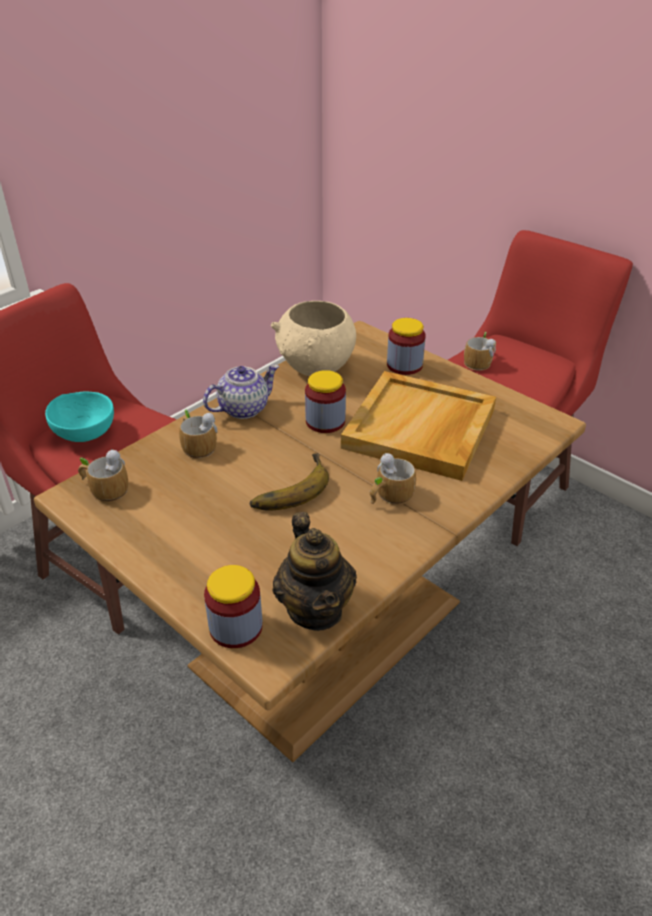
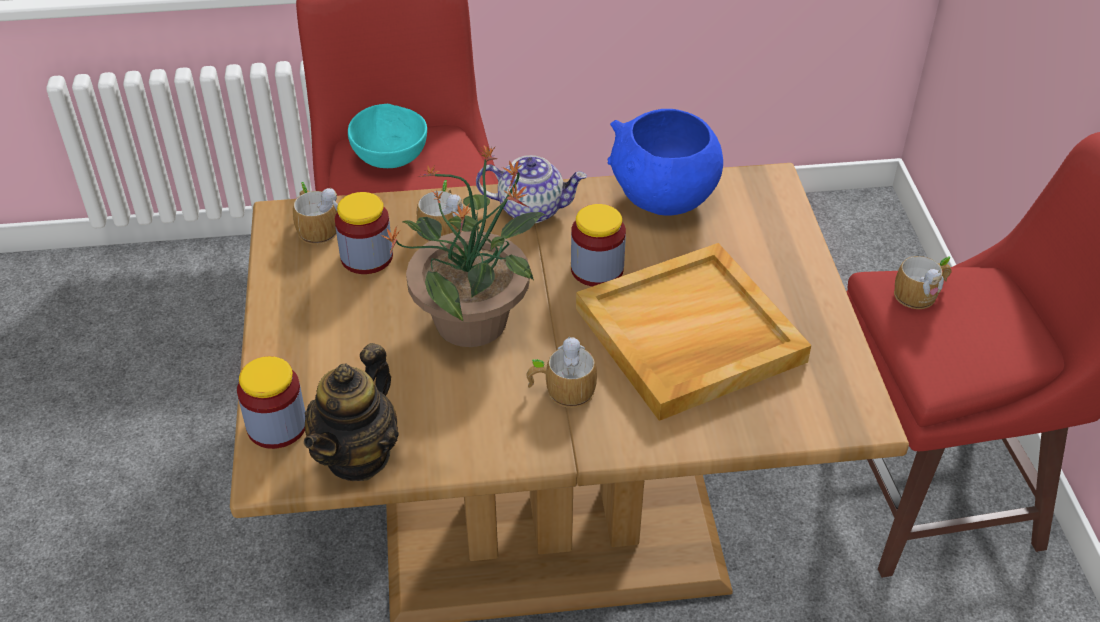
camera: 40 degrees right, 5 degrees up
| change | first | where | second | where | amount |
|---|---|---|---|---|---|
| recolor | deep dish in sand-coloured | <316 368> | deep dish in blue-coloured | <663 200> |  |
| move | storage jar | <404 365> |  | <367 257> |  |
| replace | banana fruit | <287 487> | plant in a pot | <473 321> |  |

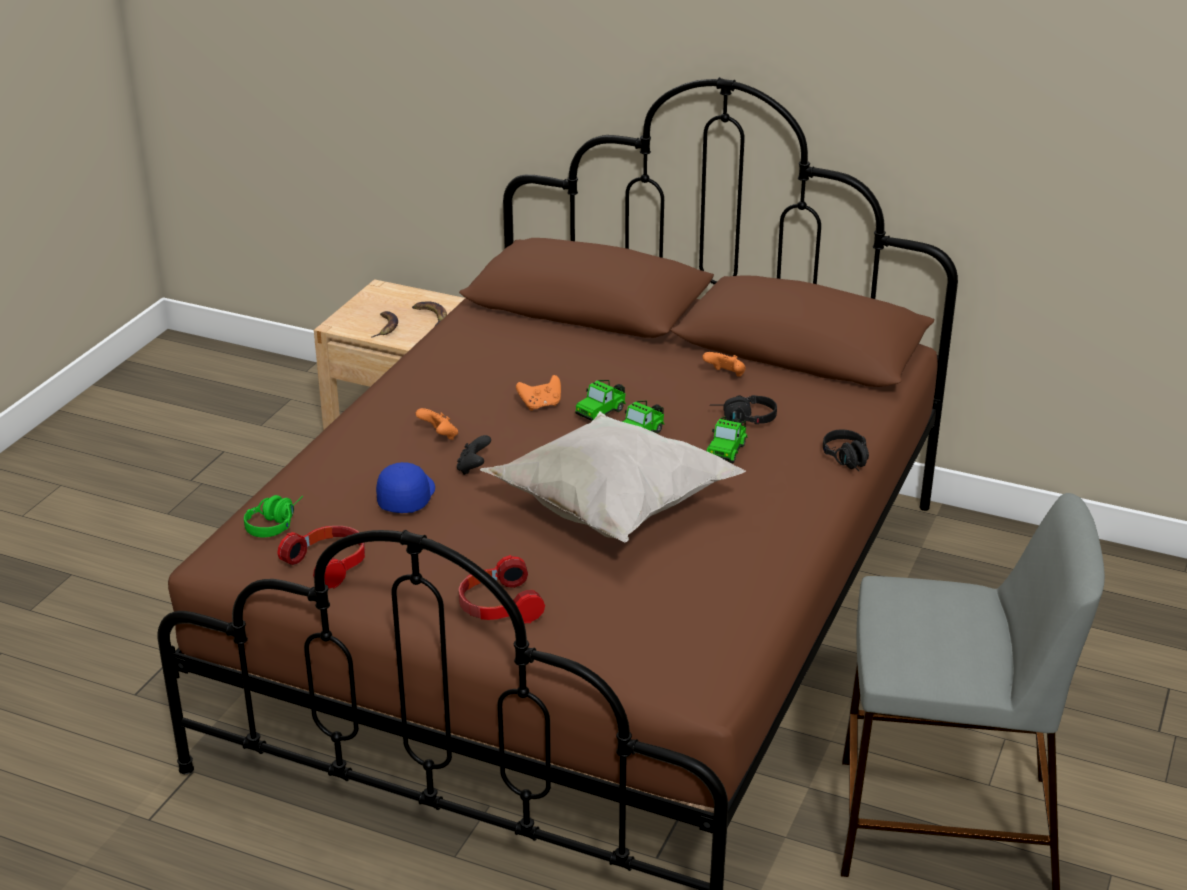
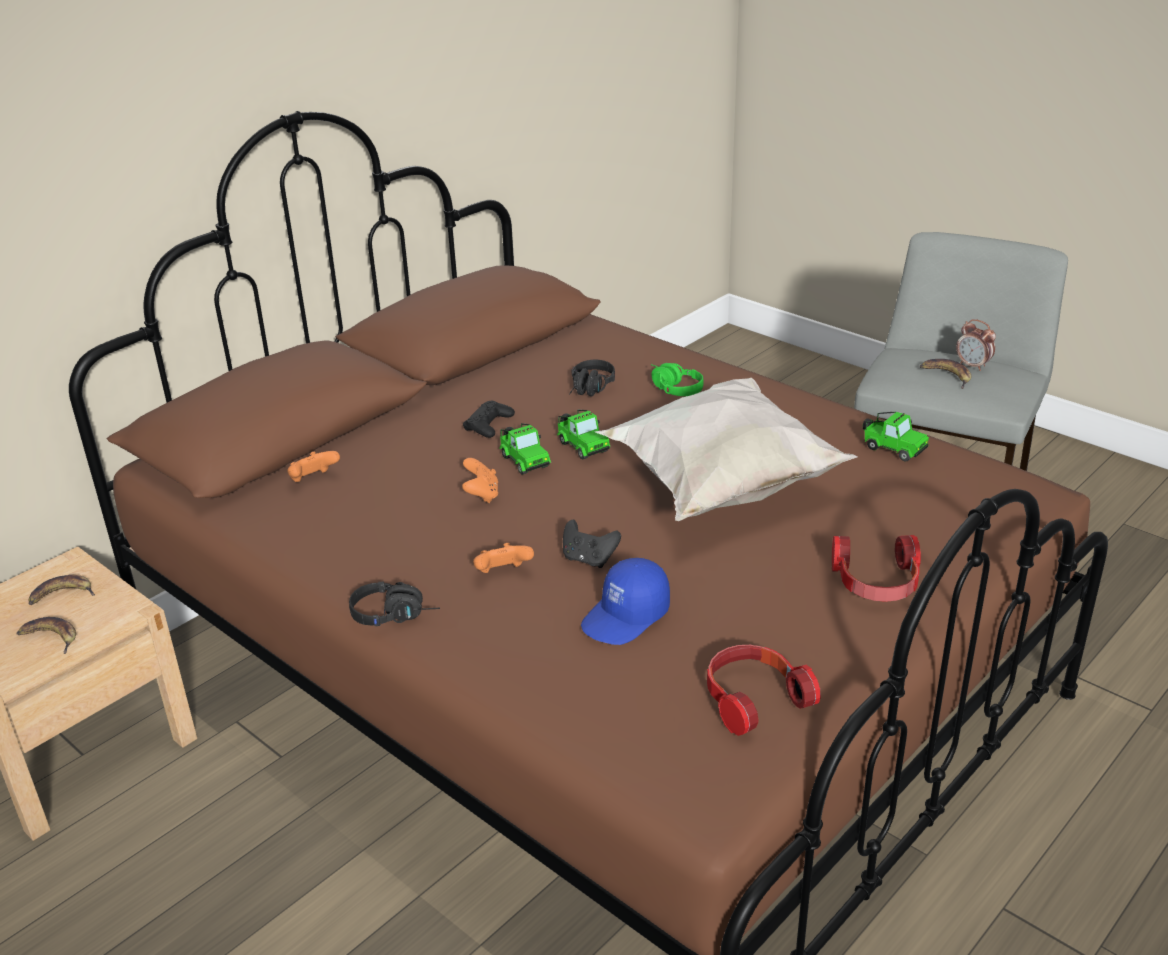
camera: 70 degrees left, 0 degrees up
| change | first | where | second | where | amount |
|---|---|---|---|---|---|
| move | gamepad in orangey | <725 375> |  | <313 480> |  |
| move | toy car | <727 450> |  | <891 448> |  |
| move | headset in black-coloured | <849 461> |  | <396 615> |  |
| rotate | cap in blue-coloured | <406 497> |  | <626 617> | 75 degrees counterclockwise |
| move | headset in green | <275 523> |  | <671 388> |  |
| insert |  |  | alarm clock | <973 366> |  |
| insert |  |  | banana fruit | <946 375> |  |
| insert |  |  | gamepad in black-coloured | <489 424> |  |

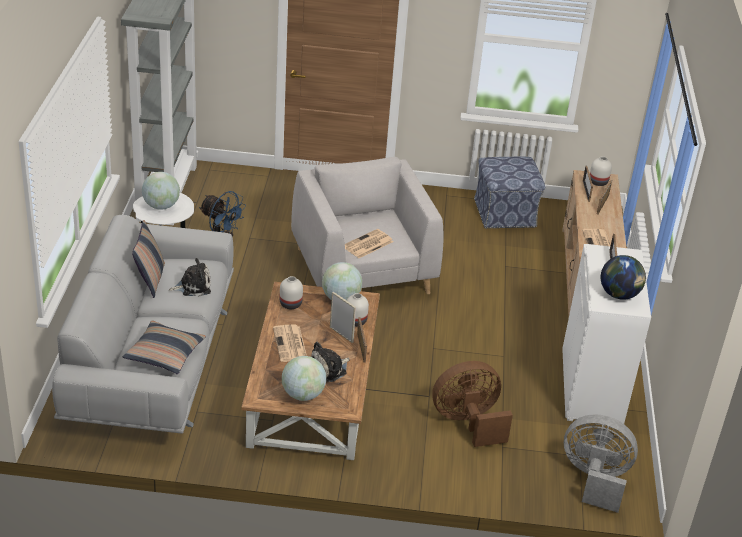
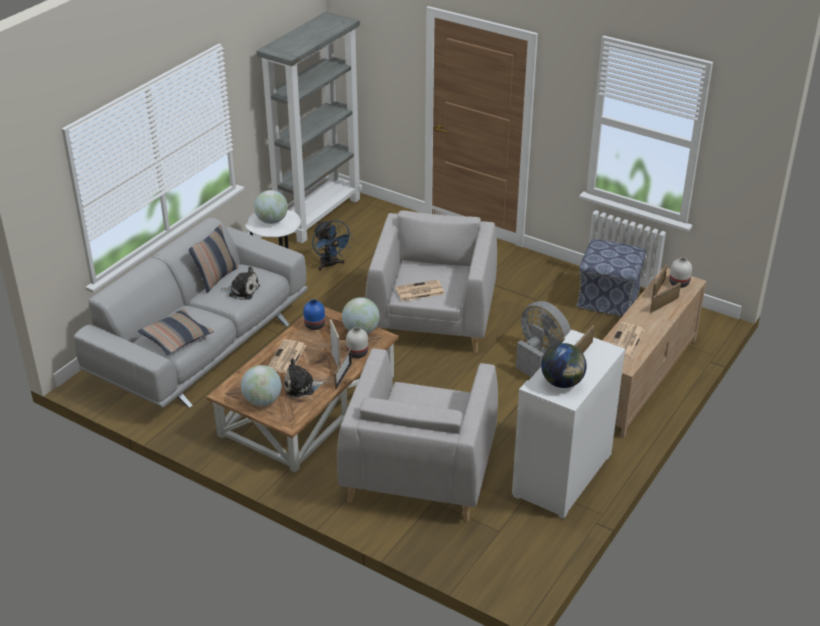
camera: 30 degrees right, 0 degrees up
| change | first | where | second | where | amount |
|---|---|---|---|---|---|
| recolor | decorative vase in white | <290 303> | decorative vase in blue-coloured | <315 325> |  |
| replace | fan in brown-coloured | <468 423> | lounge chair in greyish | <419 471> |  |
| move | fan in greyish | <594 479> |  | <540 358> |  |

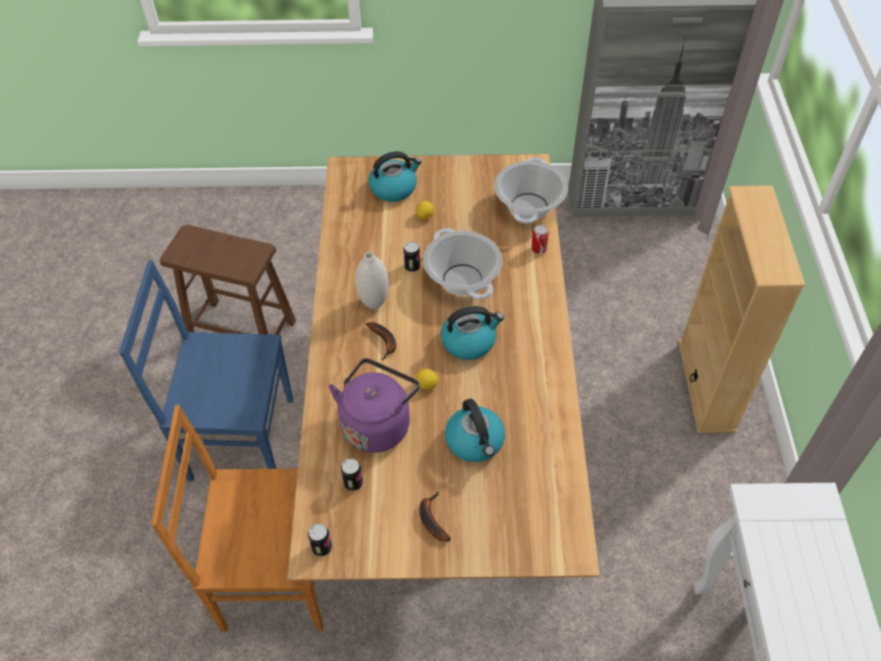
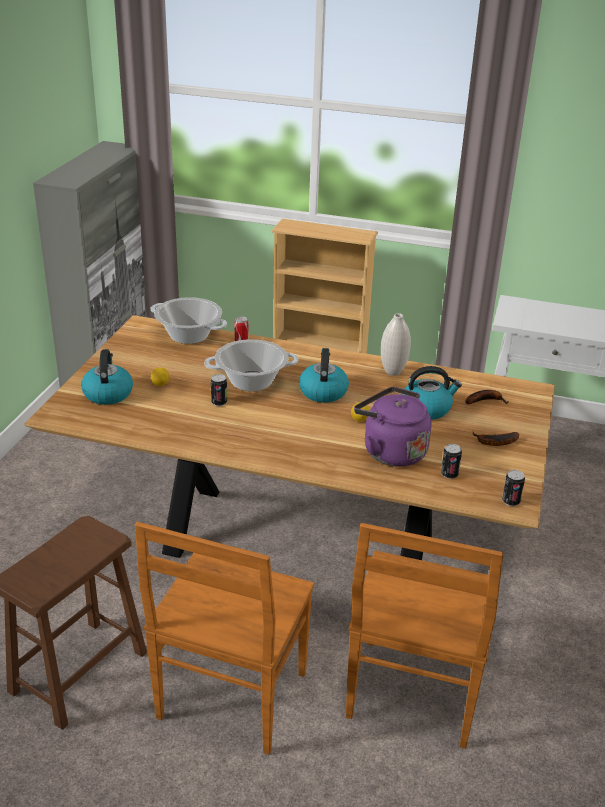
camera: 75 degrees left, 20 degrees down
| change | first | where | second | where | amount |
|---|---|---|---|---|---|
| move | decorative vase in white | <374 303> |  | <393 372> |  |
| recolor | chair in blue-coloured | <238 438> | chair in brown-coloured | <230 698> |  |
| move | banana fruit | <384 342> |  | <485 400> |  |

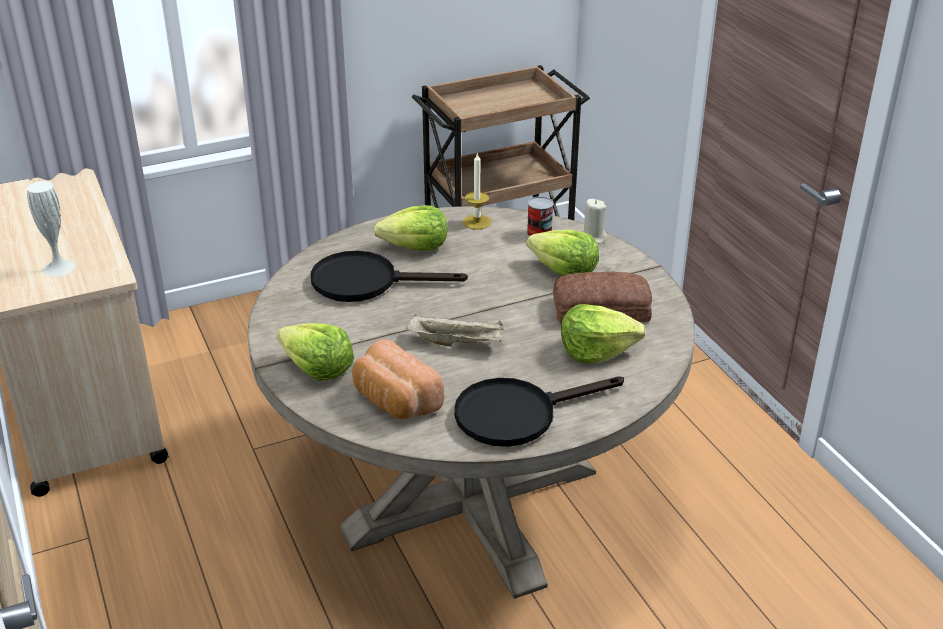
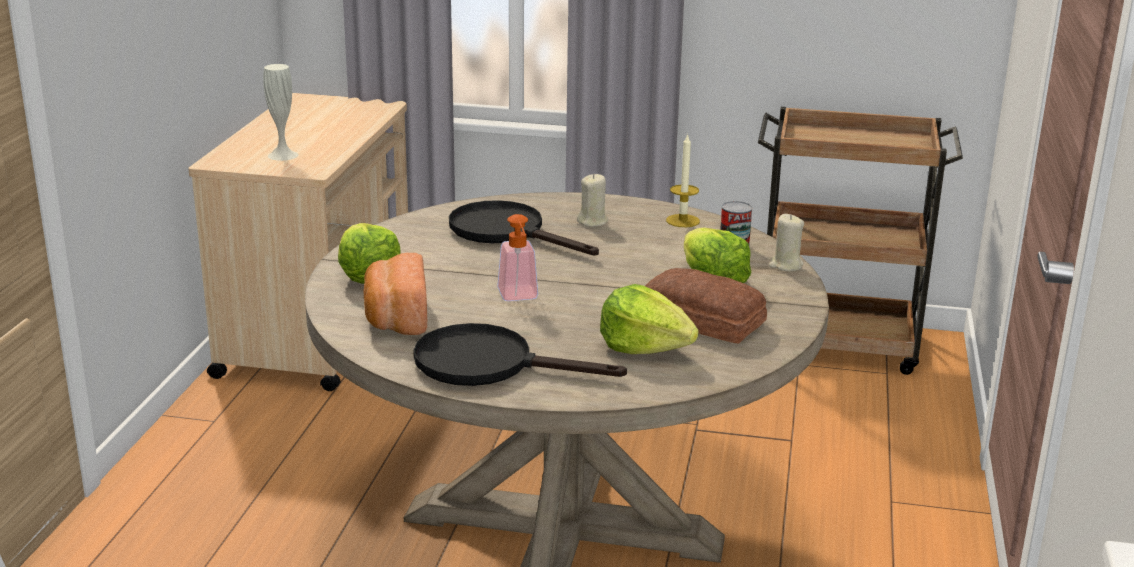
camera: 35 degrees right, 10 degrees down
| change | first | where | second | where | amount |
|---|---|---|---|---|---|
| replace | lettuce head | <415 247> | candle in sand-coloured | <592 222> |  |
| replace | tray in sand-coloured | <457 342> | soap bottle | <519 297> |  |

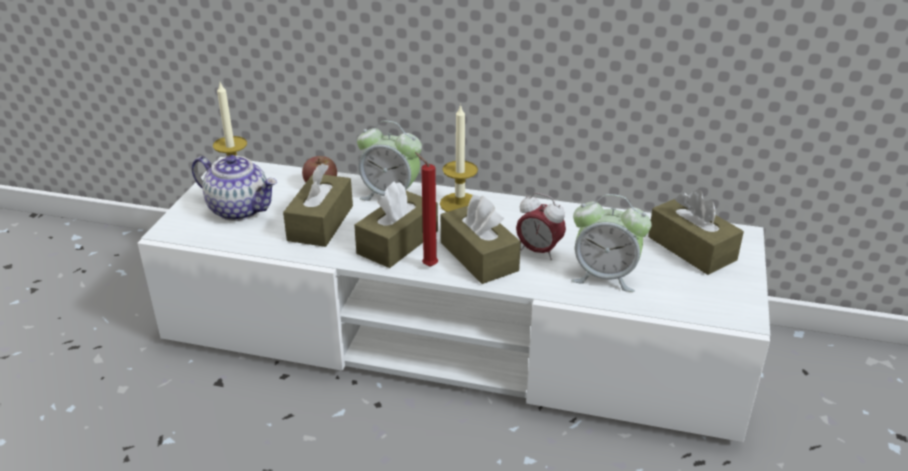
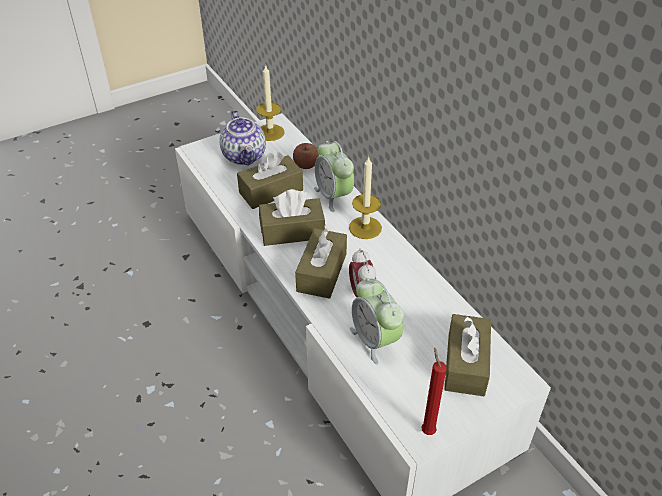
camera: 45 degrees right, 10 degrees up
| change | first | where | second | where | amount |
|---|---|---|---|---|---|
| move | candle in red | <427 265> |  | <427 429> |  |

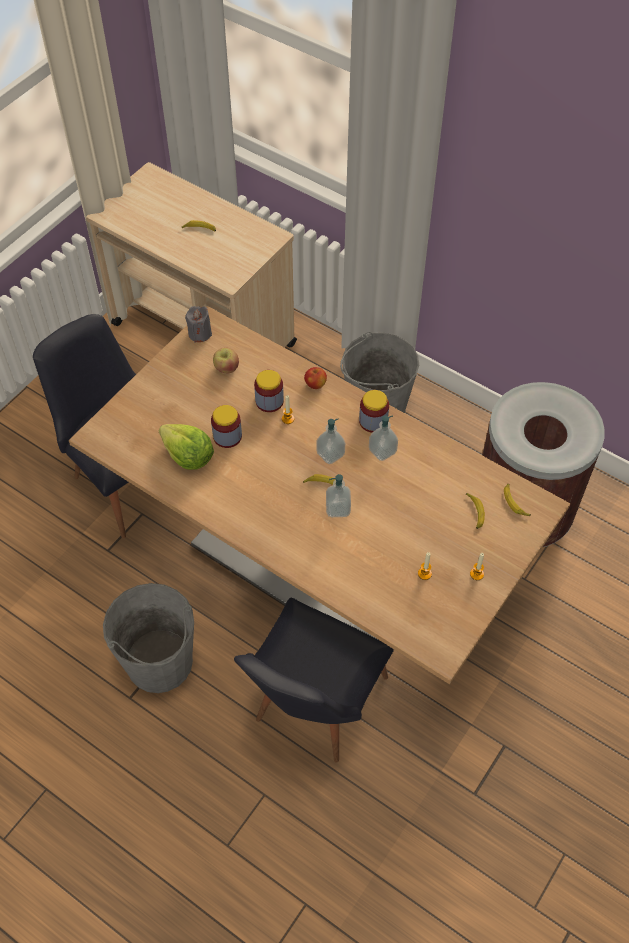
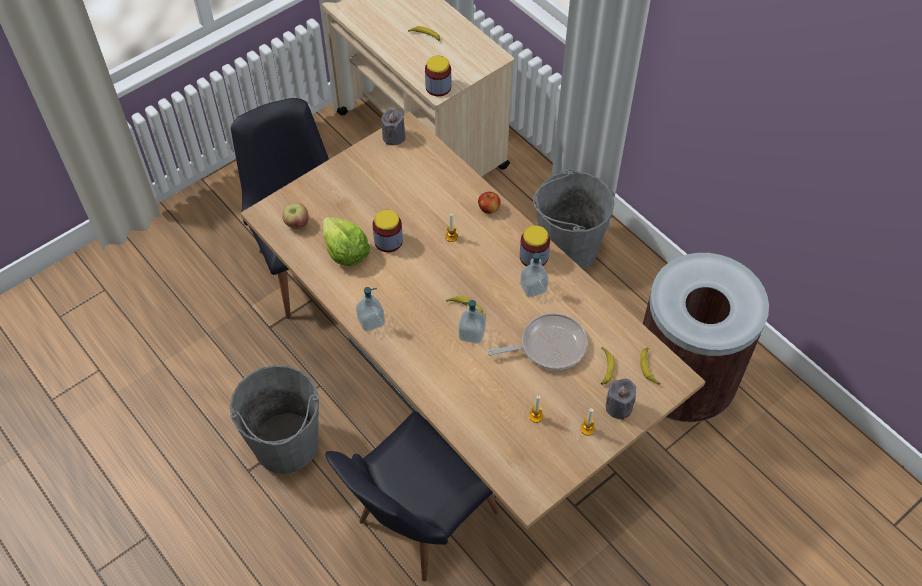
camera: 15 degrees right, 0 degrees up
| change | first | where | second | where | amount |
|---|---|---|---|---|---|
| move | apple | <226 368> |  | <296 223> |  |
| move | storage jar | <269 401> |  | <438 87> |  |
| move | soap bottle | <330 454> |  | <371 321> |  |
| insert |  |  | pan | <548 346> |  |
| insert |  |  | candle in greyish | <619 407> |  |

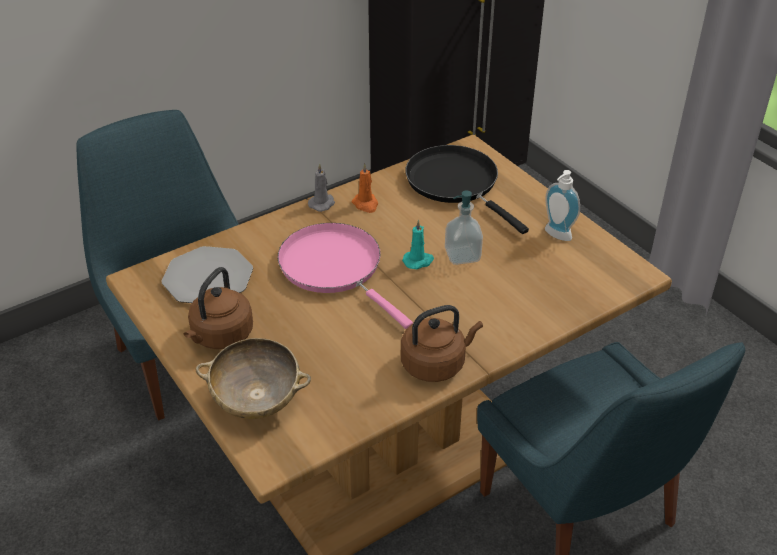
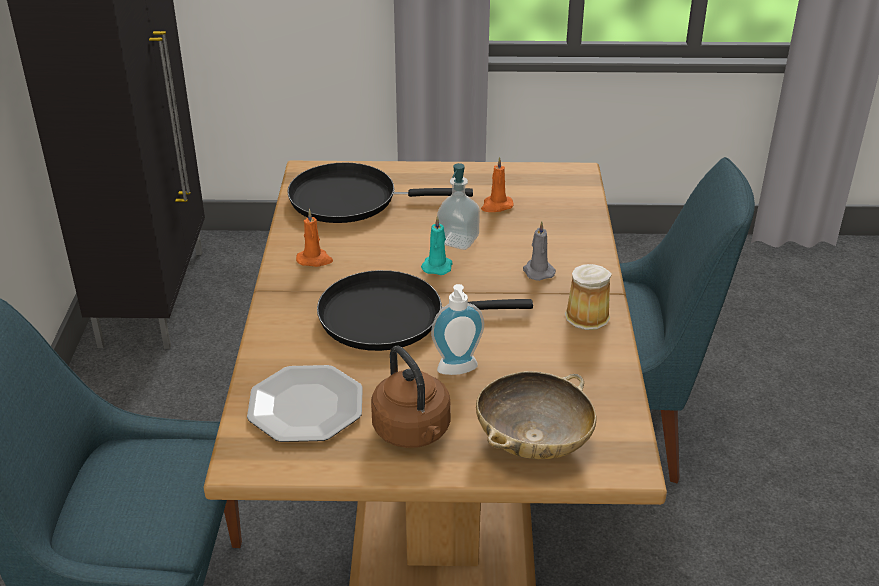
camera: 55 degrees left, 5 degrees down
| change | first | where | second | where | amount |
|---|---|---|---|---|---|
| move | candle in greyish | <322 203> |  | <537 271> |  |
| move | soap bottle | <556 235> |  | <458 371> |  |
| recolor | pan in pink-coloured | <335 268> | pan in black-coloured | <391 317> |  |
| replace | water kettle in brown-coloured | <436 364> | tea mug | <587 315> |  |
| insert |  |  | candle in orangey | <496 206> |  |

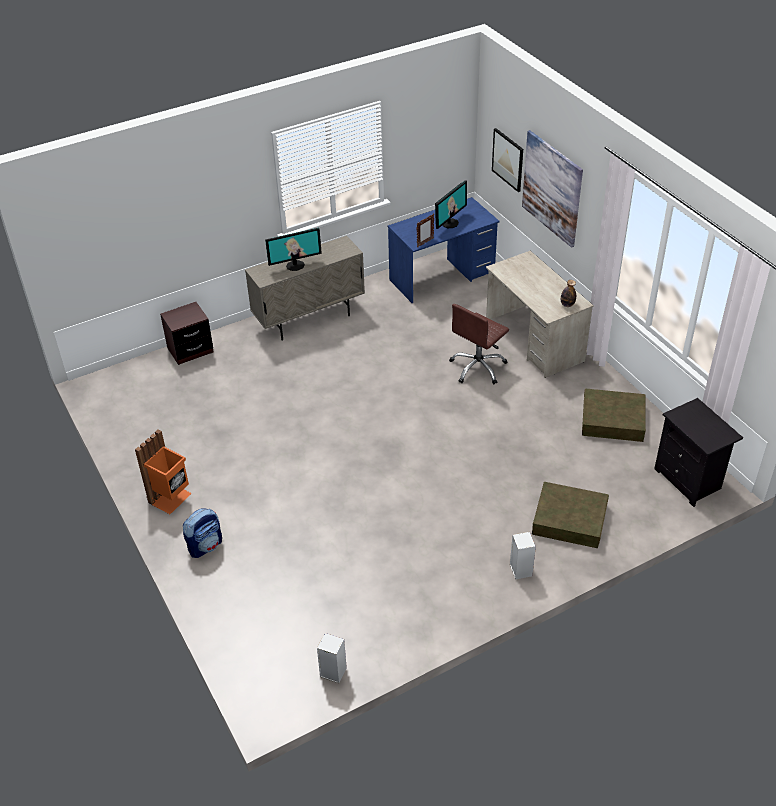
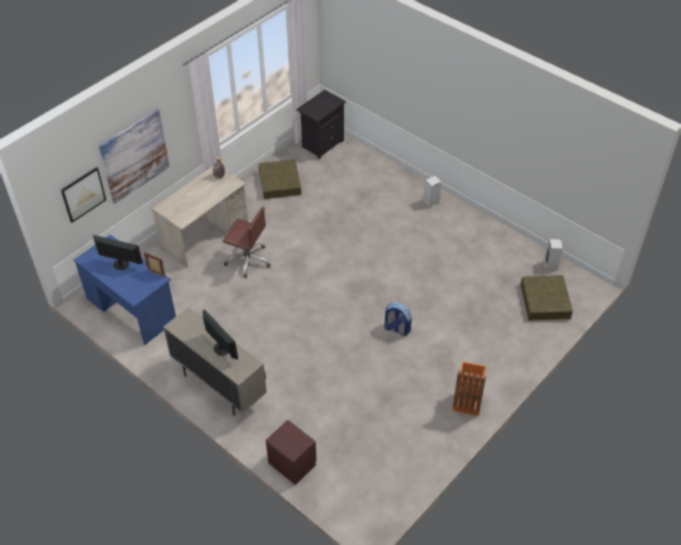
camera: 110 degrees left, 5 degrees up
| change | first | where | second | where | amount |
|---|---|---|---|---|---|
| move | storage bin in brown-coloured | <569 519> |  | <545 301> |  |
| move | rucksack | <205 546> |  | <396 329> |  |

